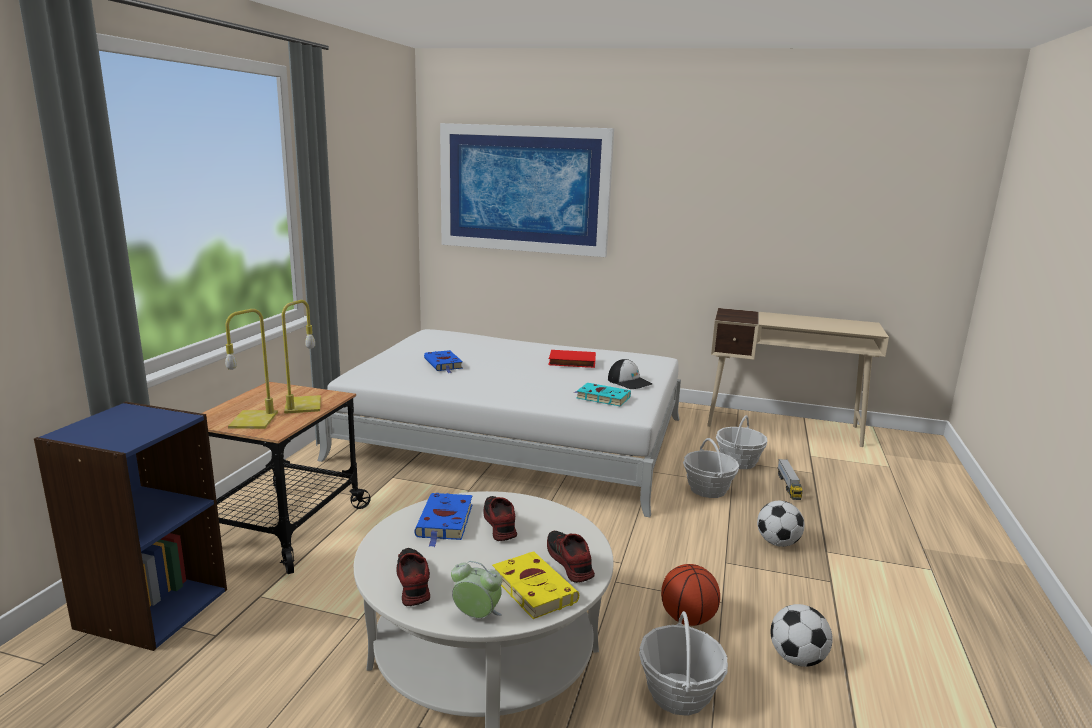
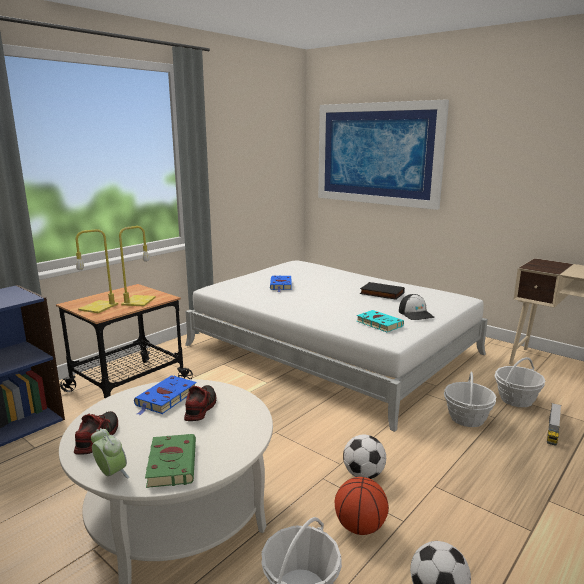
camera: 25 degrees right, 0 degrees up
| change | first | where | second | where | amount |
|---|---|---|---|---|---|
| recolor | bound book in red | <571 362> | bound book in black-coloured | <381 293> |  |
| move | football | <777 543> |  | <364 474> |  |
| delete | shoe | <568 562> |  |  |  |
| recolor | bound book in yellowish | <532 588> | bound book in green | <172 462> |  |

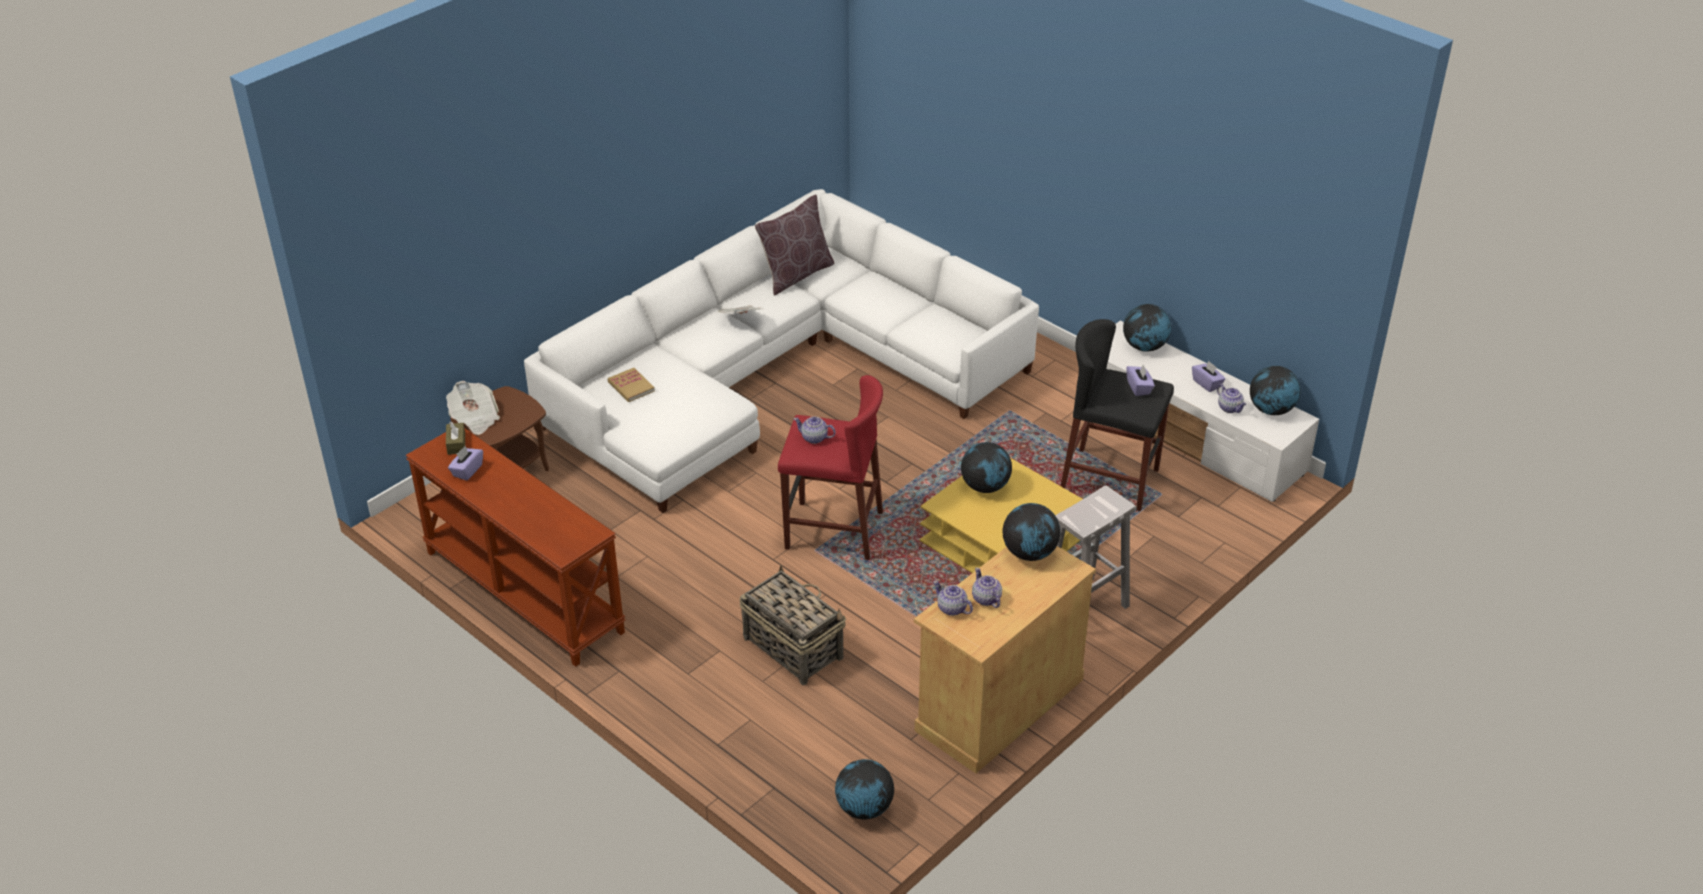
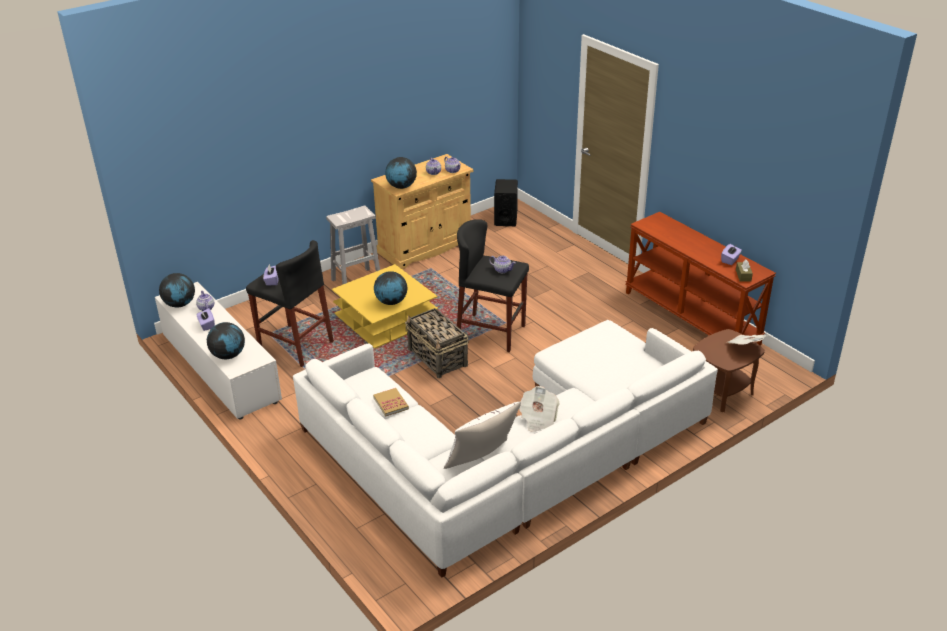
camera: 170 degrees left, 5 degrees down
| change | first | where | second | where | amount |
|---|---|---|---|---|---|
| recolor | throw pillow in brown-coloured | <796 274> | throw pillow in white | <482 460> |  |
| move | bound book | <631 386> |  | <391 403> |  |
| recolor | sitting stool in red | <833 530> | sitting stool in black-coloured | <491 333> |  |
| move | basket | <792 647> |  | <438 358> |  |
| replace | world globe | <864 808> | loudspeaker in black-coloured | <505 218> |  |

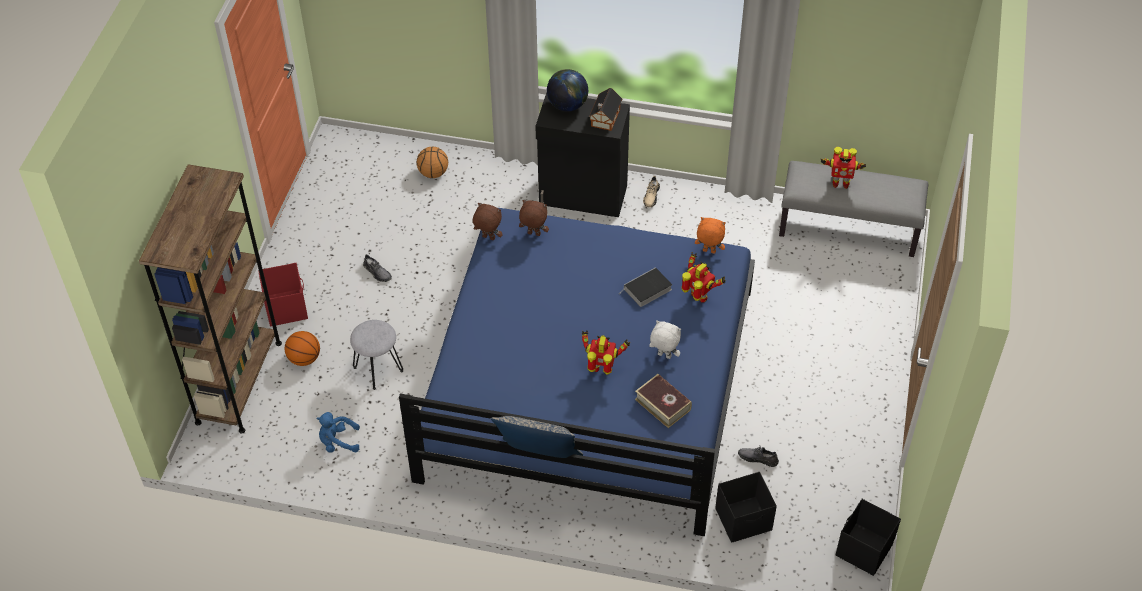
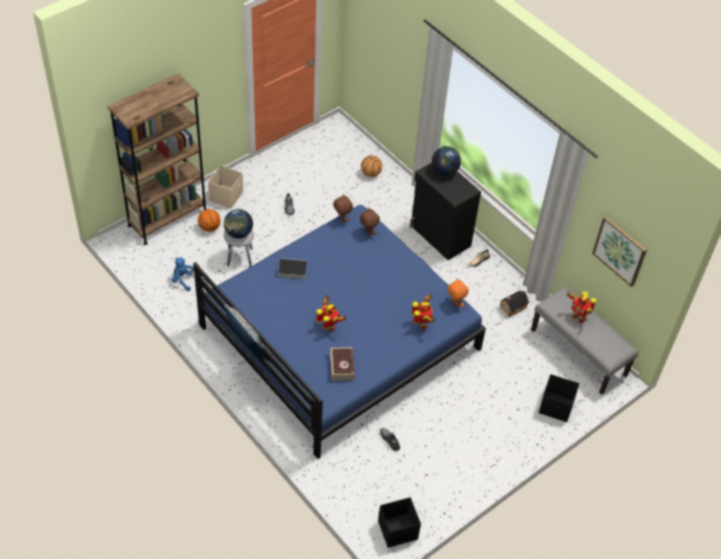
camera: 35 degrees right, 0 degrees up
| change | first | where | second | where | amount |
|---|---|---|---|---|---|
| move | miniature house | <604 118> |  | <512 307> |  |
| recolor | storage bin in red | <286 307> | storage bin in sand-coloured | <226 196> |  |
| move | bound book | <647 290> |  | <291 270> |  |
| delete | plush toy in white | <663 356> |  |  |  |
| move | storage bin in black-coloured | <744 520> |  | <556 407> |  |
| insert |  |  | world globe | <238 233> |  |
| insert |  |  | wall picture | <620 250> |  |

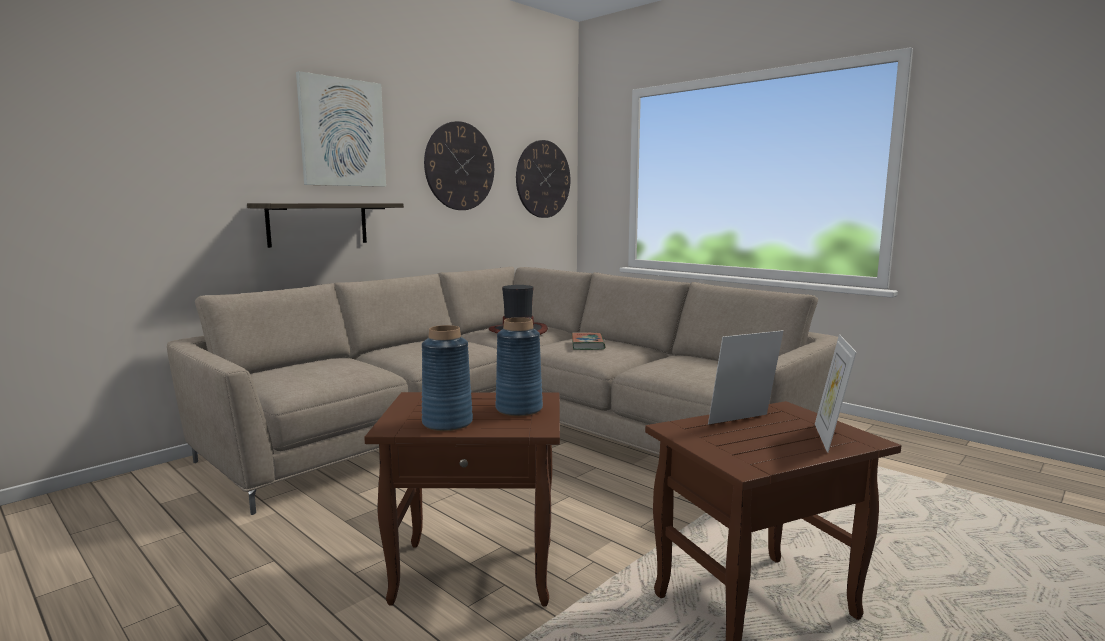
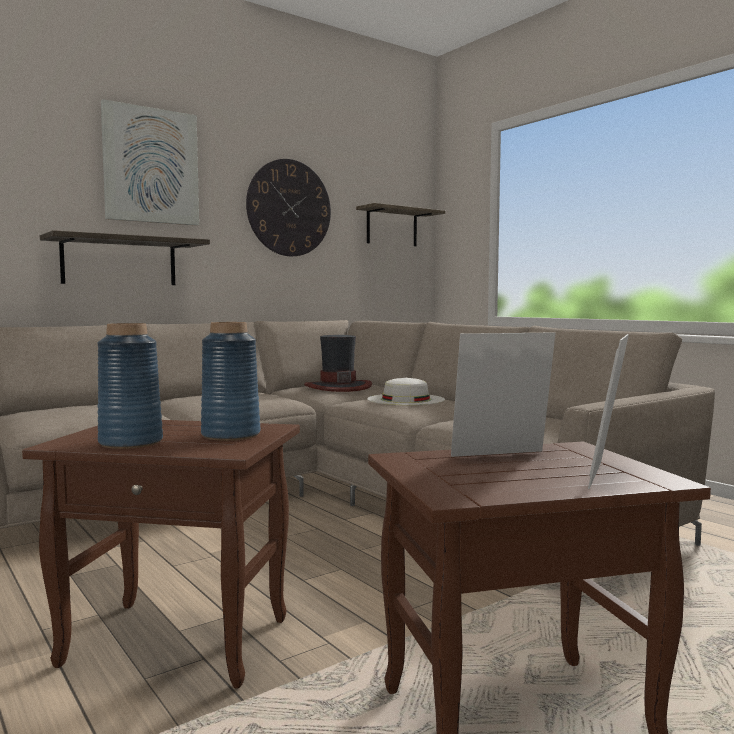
camera: 10 degrees right, 5 degrees down
| change | first | where | second | where | amount |
|---|---|---|---|---|---|
| replace | wall clock | <543 179> | wall shelf | <392 227> |  |
| replace | bound book | <587 344> | clothing hat in white | <405 399> |  |

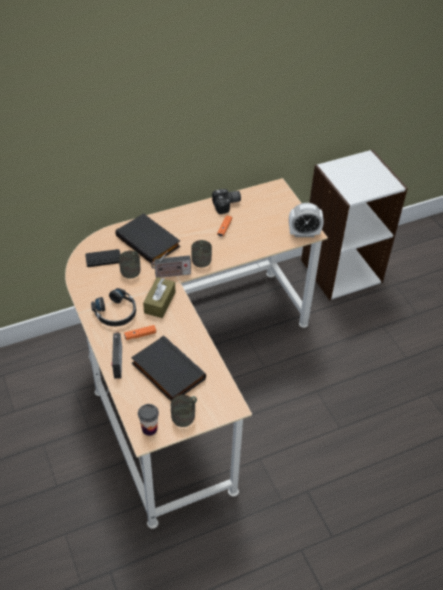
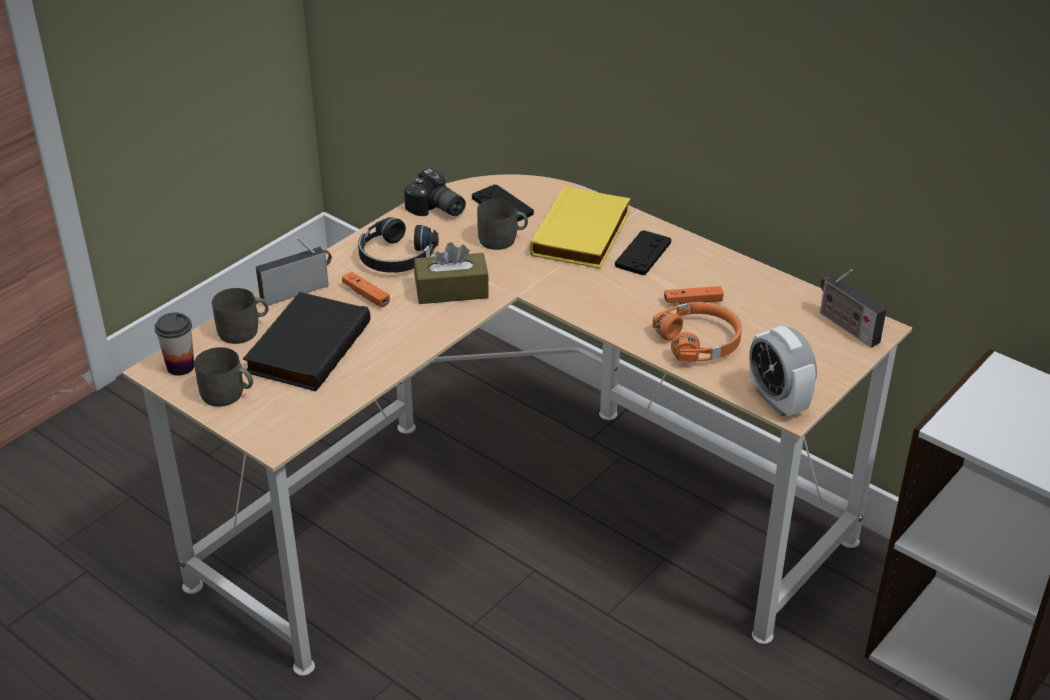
camera: 65 degrees right, 10 degrees down
| change | first | where | second | where | amount |
|---|---|---|---|---|---|
| move | still camera | <227 205> |  | <436 210> |  |
| recolor | bound book in black-coloured | <149 241> | bound book in yellowish | <583 234> |  |
| move | tea mug in greyish | <202 258> |  | <244 330> |  |
| move | radio receiver | <171 274> |  | <845 326> |  |
| insert |  |  | gamepad in black-coloured | <643 254> |  |
| insert |  |  | headset in orangey | <700 341> |  |

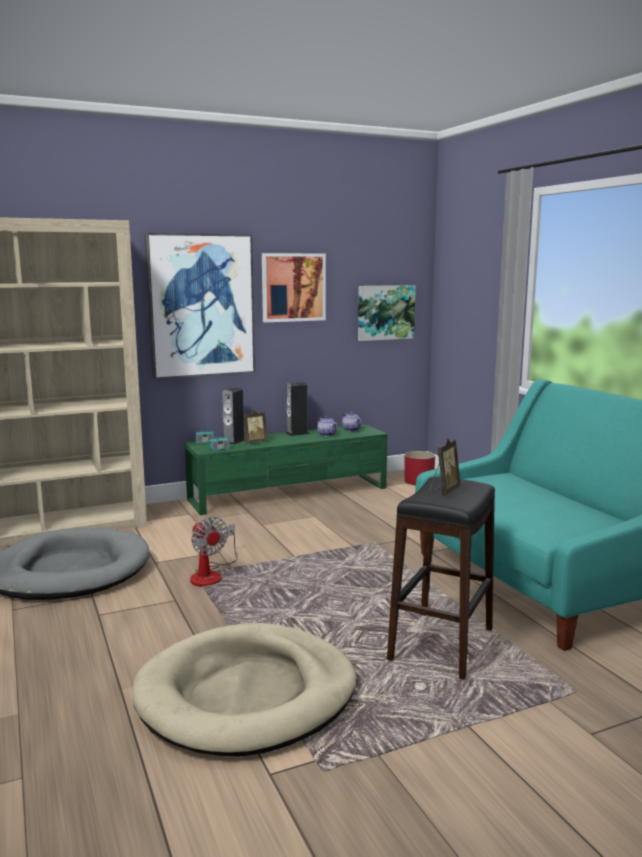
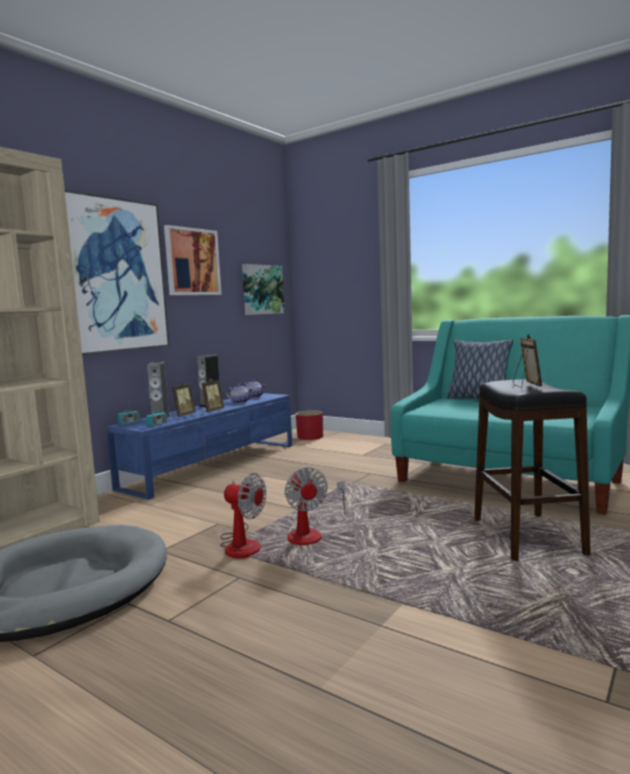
camera: 30 degrees left, 5 degrees down
| change | first | where | second | where | amount |
|---|---|---|---|---|---|
| recolor | tv stand in green | <290 493> | tv stand in blue-coloured | <214 465> |  |
| delete | pet bed in sand-coloured | <247 695> |  |  |  |
| insert |  |  | throw pillow | <477 399> |  |
| insert |  |  | photo frame | <212 411> |  |
| insert |  |  | fan | <312 534> |  |

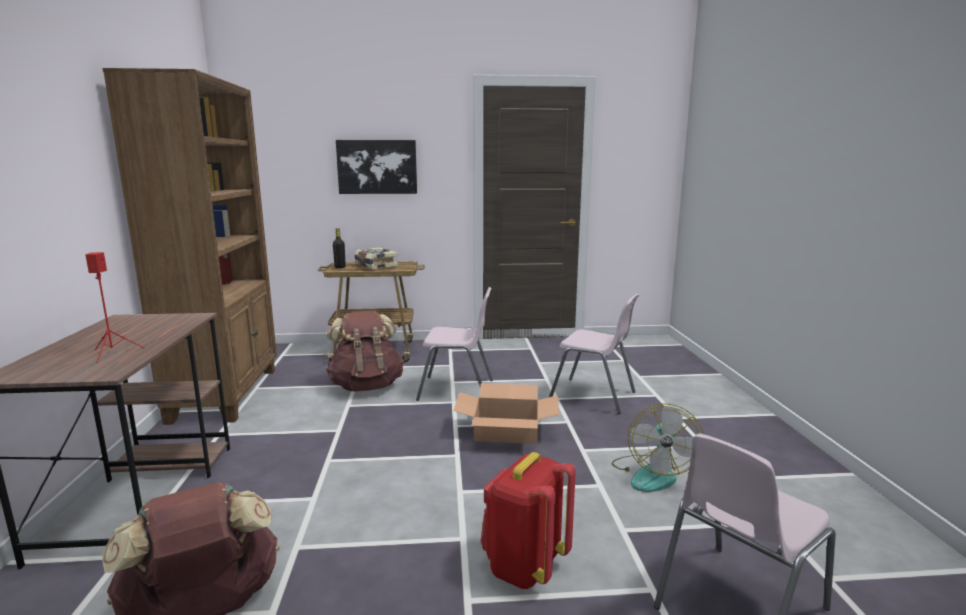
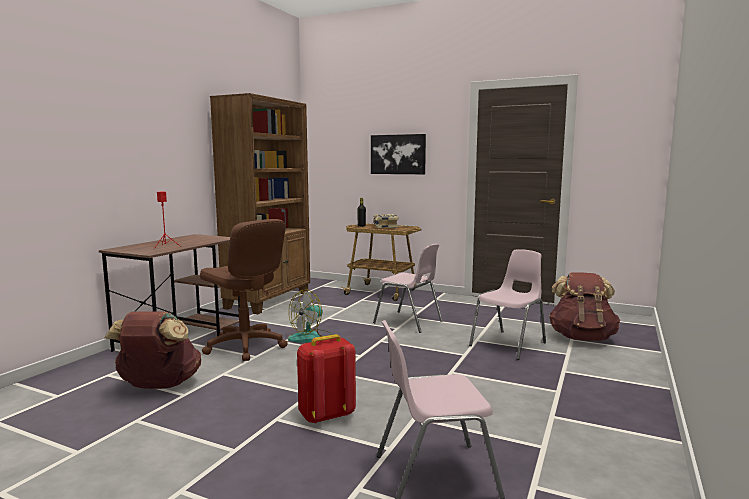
camera: 30 degrees right, 5 degrees down
| change | first | where | second | where | amount |
|---|---|---|---|---|---|
| rotate | chair in pink-coloured | <594 396> |  | <509 344> | 105 degrees counterclockwise |
| move | rucksack in brown-coloured | <366 386> |  | <582 338> |  |
| delete | carton | <506 431> |  |  |  |
| move | fan | <652 474> |  | <310 337> |  |
| insert |  |  | desk chair in brown-coloured | <245 346> |  |

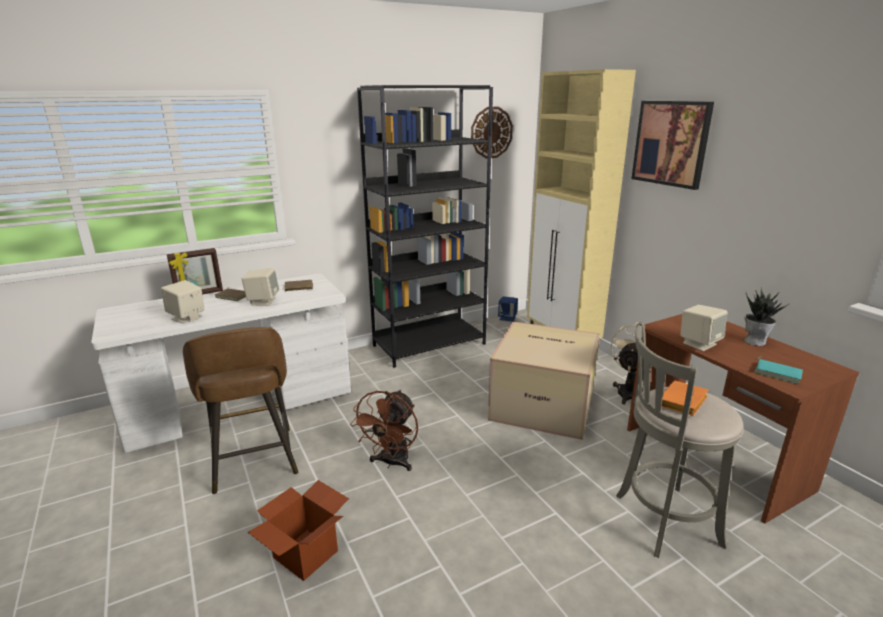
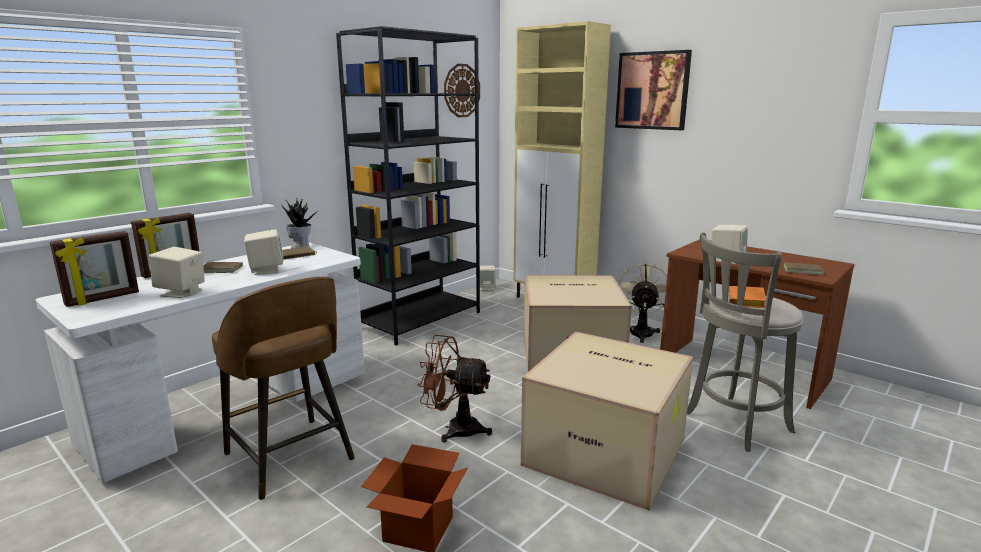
camera: 20 degrees left, 5 degrees down
| change | first | where | second | where | amount |
|---|---|---|---|---|---|
| move | plant in a pot | <754 341> |  | <301 246> |  |
| recolor | loudspeaker in blue-coloured | <507 318> | loudspeaker in sand-coloured | <486 288> |  |
| recolor | bound book in turquoise-coloured | <778 373> | bound book in brown-coloured | <802 270> |  |
| rotate | fan in brown-coloured | <391 463> |  | <455 429> | 105 degrees clockwise |
| insert |  |  | photo frame | <103 299> |  |
| insert |  |  | carton | <607 451> |  |

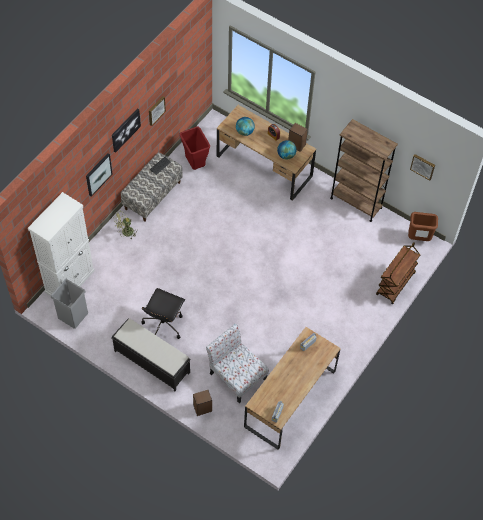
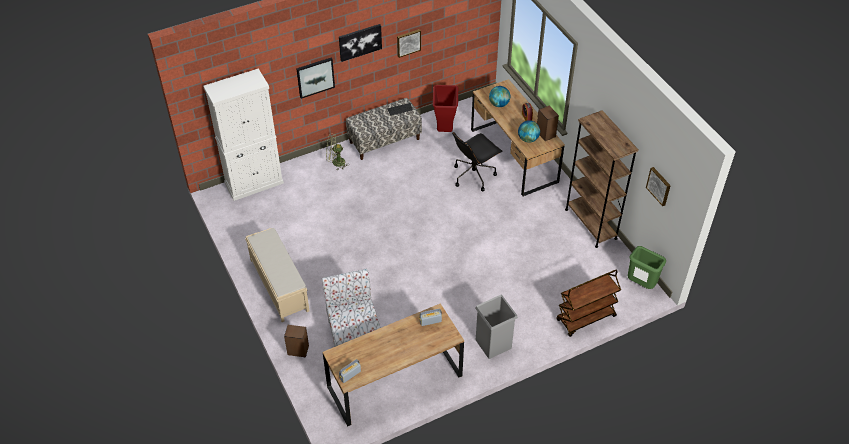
camera: 30 degrees right, 10 degrees down
| change | first | where | second | where | amount |
|---|---|---|---|---|---|
| recolor | trash can in brown-coloured | <418 238> | trash can in green | <640 284> |  |
| move | trash can in greyish | <72 315> |  | <493 344> |  |
| move | desk chair in black-coloured | <163 325> |  | <474 175> |  |
| recolor | bench in black-coloured | <151 361> | bench in sand-coloured | <279 285> |  |

